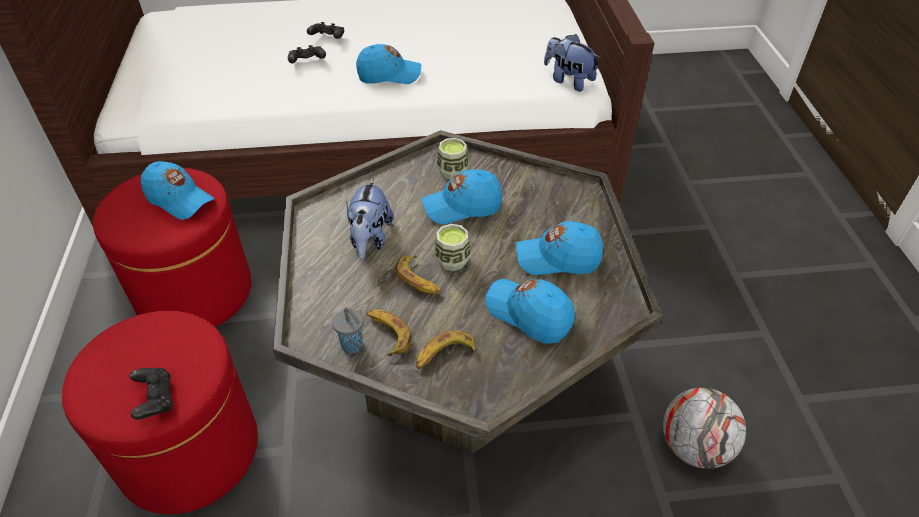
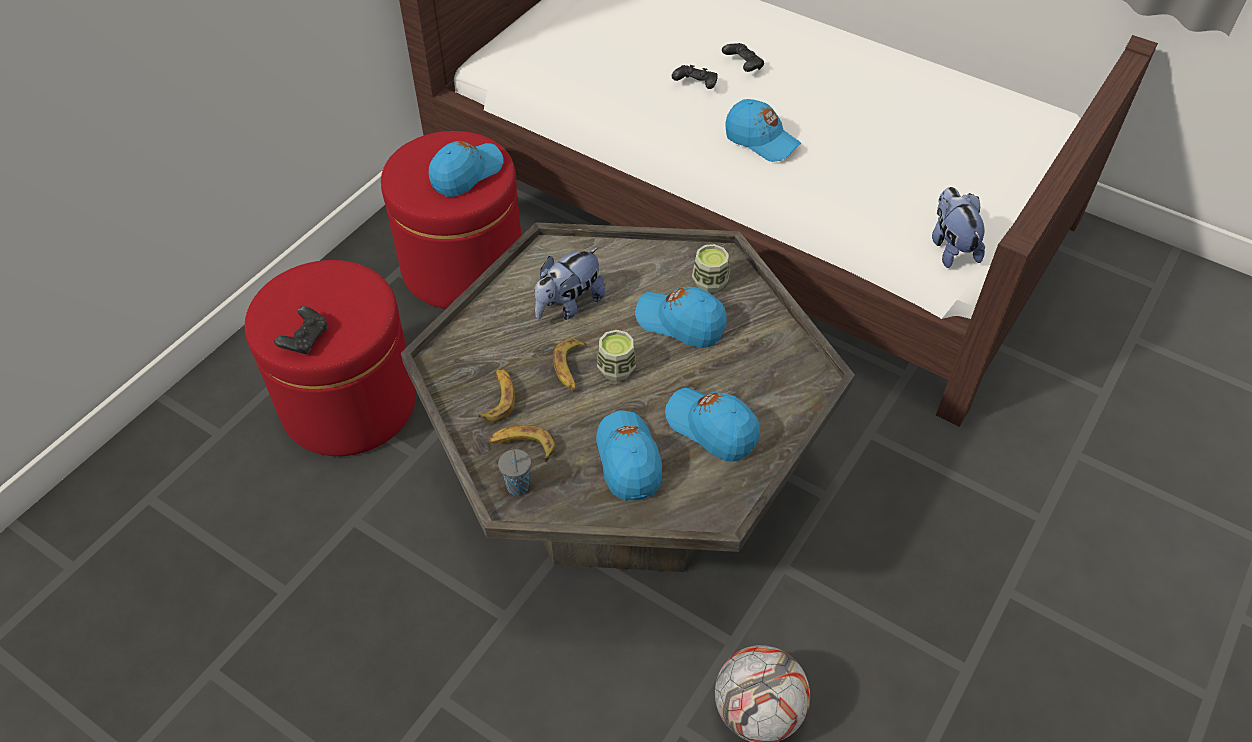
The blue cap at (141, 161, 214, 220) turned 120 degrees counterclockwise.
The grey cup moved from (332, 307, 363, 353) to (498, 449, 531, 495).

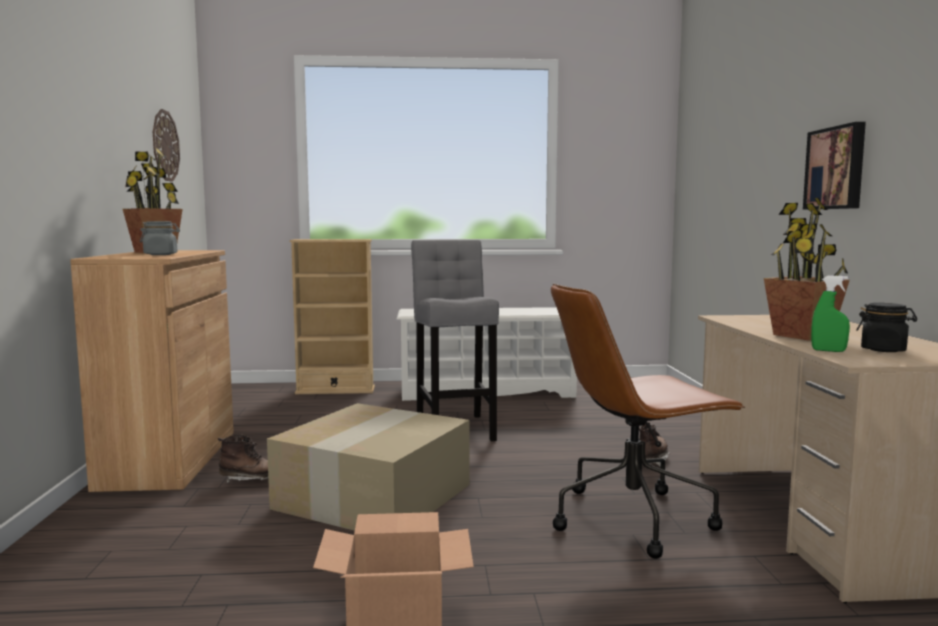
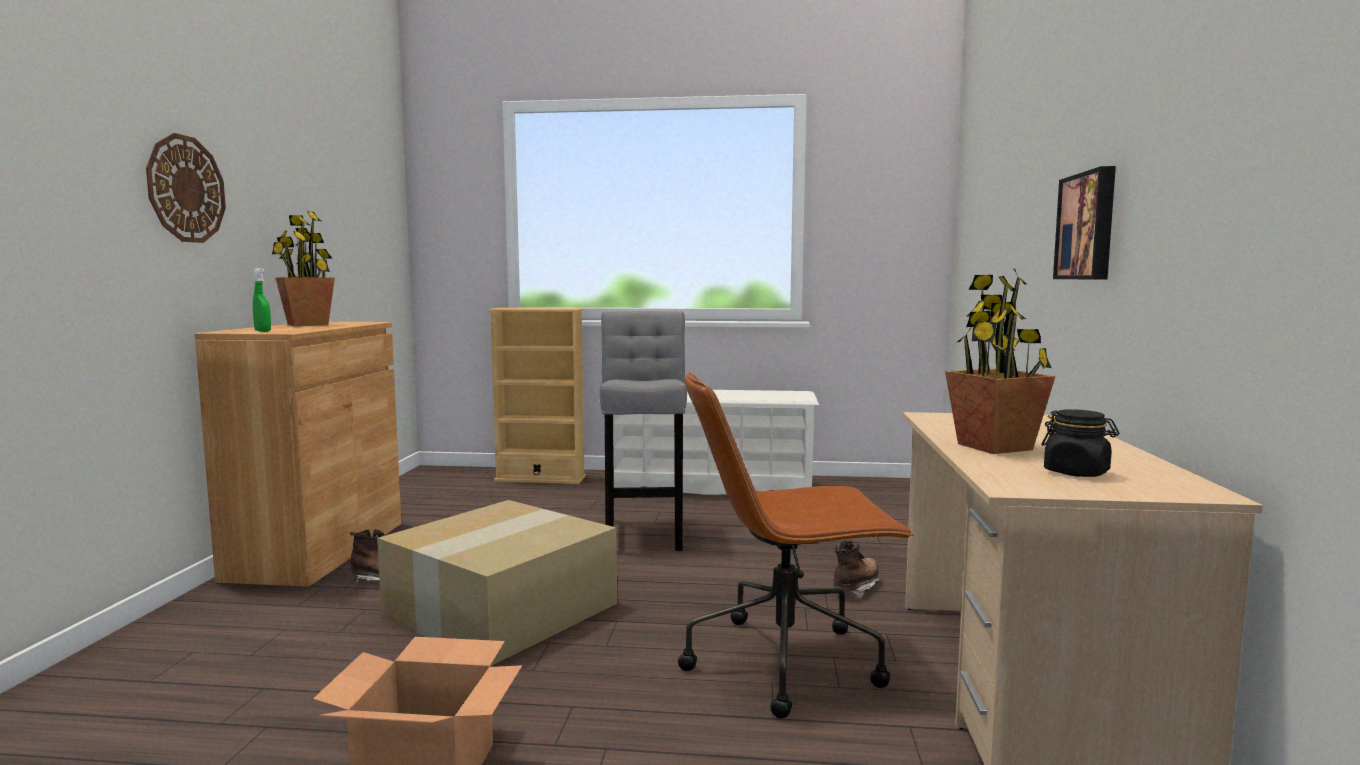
The grey jar at (140, 221, 180, 255) disappeared.
The wall clock moved from (153, 109, 180, 182) to (146, 133, 226, 243).
The green spray bottle moved from (811, 276, 850, 352) to (253, 268, 271, 332).

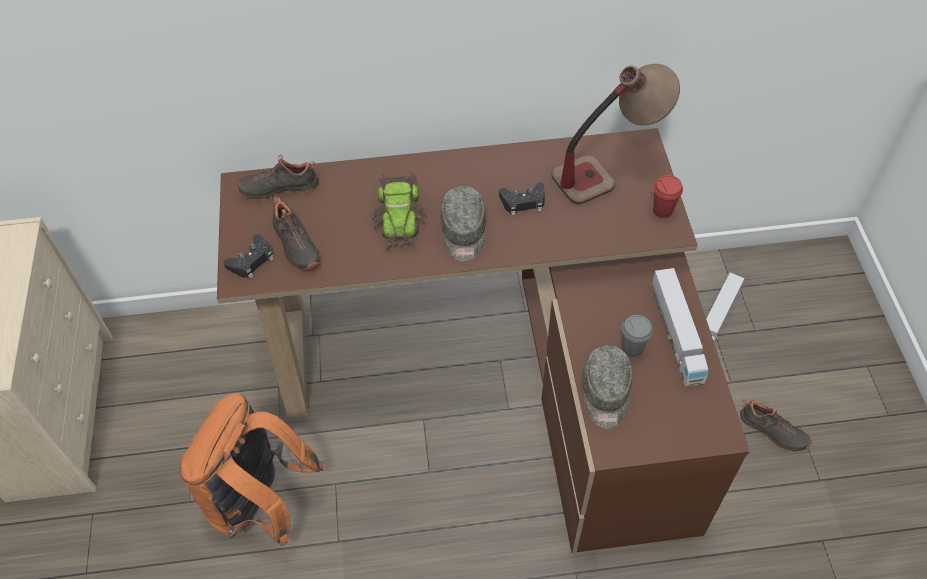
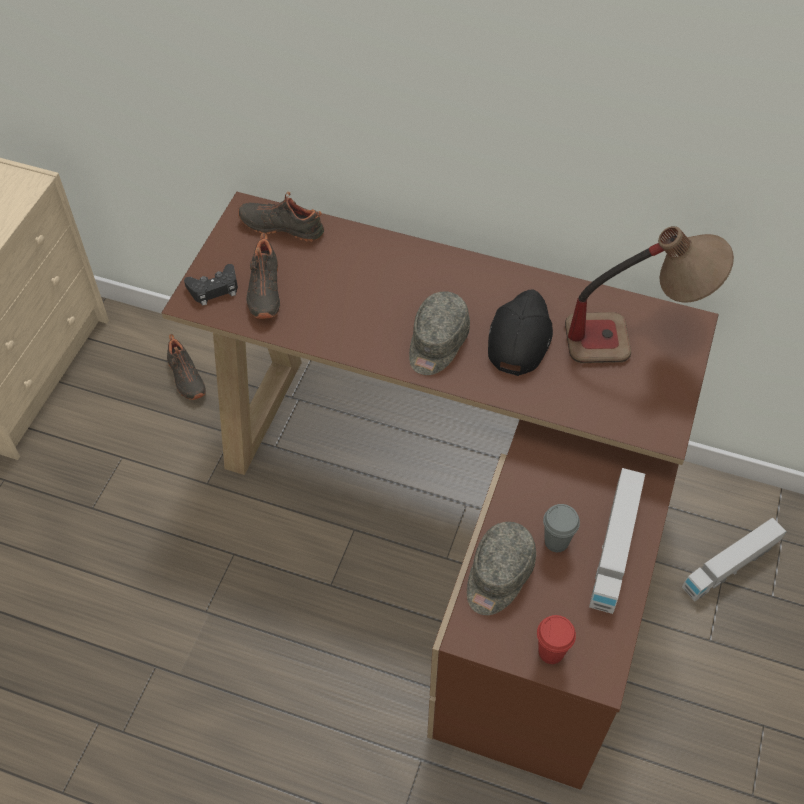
The orange backpack at (180, 393, 324, 546) disappeared.
The toy car at (372, 172, 426, 251) disappeared.
The black game controller at (499, 182, 545, 215) was replaced by the black cap at (488, 290, 553, 376).
The red cup moved from (653, 175, 683, 218) to (537, 615, 576, 664).
The black shoe moved from (740, 398, 812, 451) to (167, 334, 206, 400).

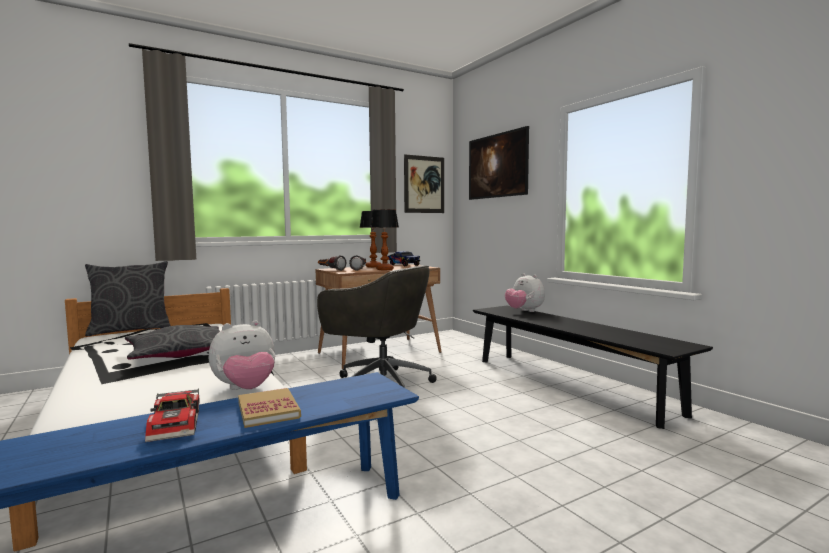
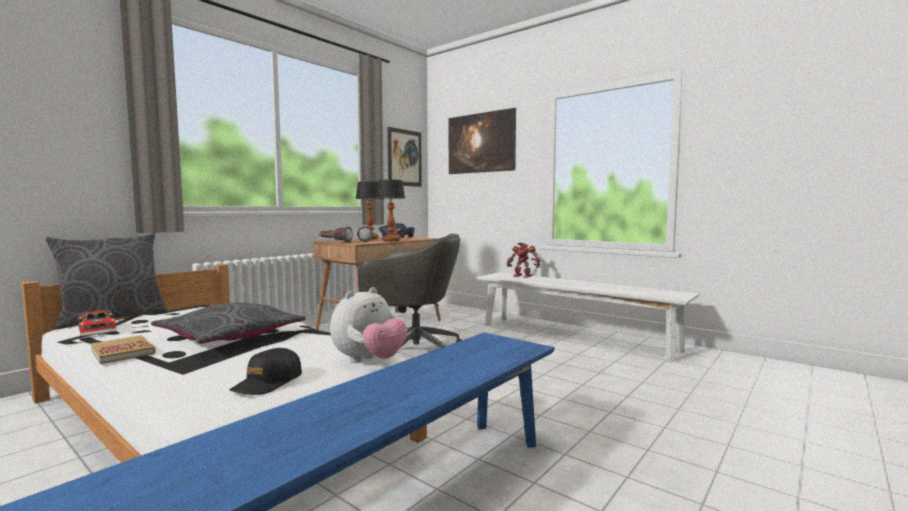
The toy car moved from (145, 388, 200, 442) to (78, 309, 117, 337).
The book moved from (238, 388, 301, 428) to (91, 335, 156, 364).
The black bench at (473, 306, 713, 429) became the white bench at (476, 272, 700, 362).
The plush toy at (505, 274, 545, 312) was replaced by the toy robot at (507, 242, 541, 278).
The black cap at (230, 348, 302, 395) appeared.

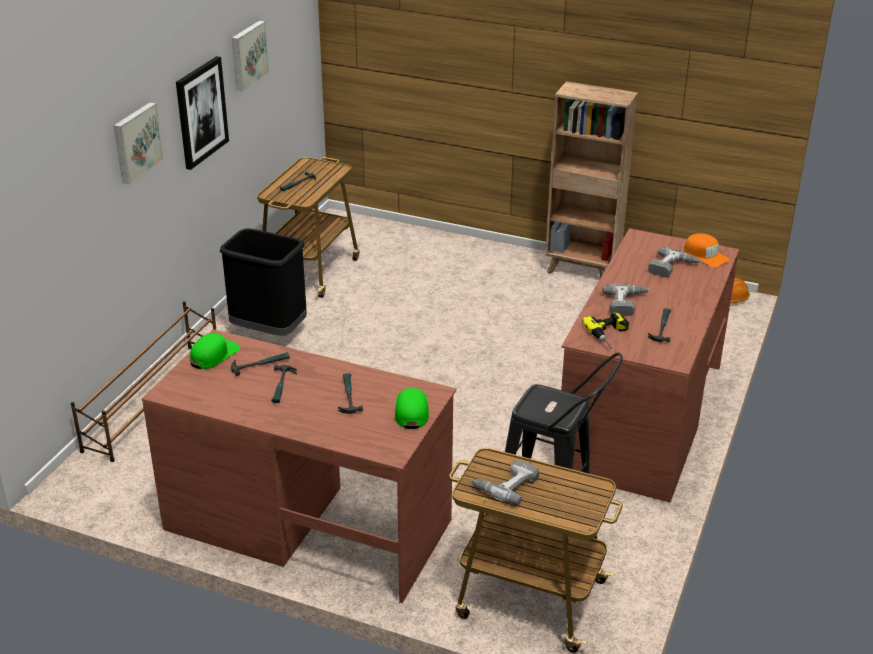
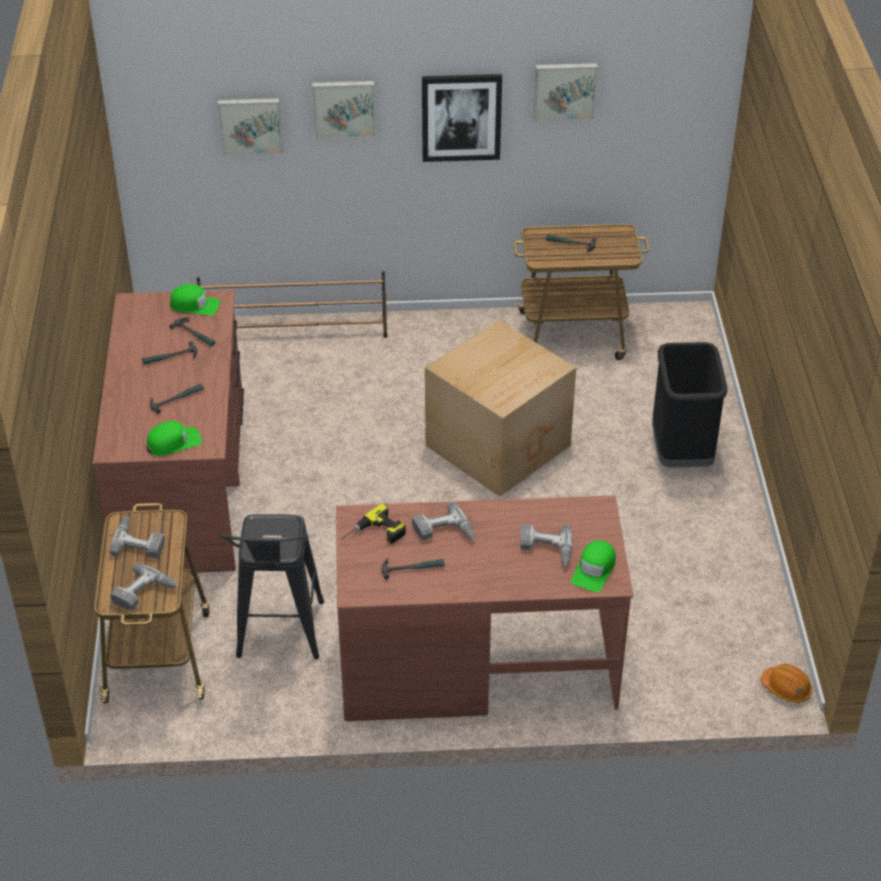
The black trash can moved from (220, 229, 307, 336) to (652, 342, 727, 467).
The brown bookcase at (545, 81, 638, 278) disappeared.
The orange cap at (684, 234, 730, 267) became the green cap at (571, 540, 616, 592).
The power drill at (110, 563, 178, 610) appeared.
The picture at (218, 98, 283, 156) appeared.
The cardboard box at (425, 320, 576, 497) appeared.

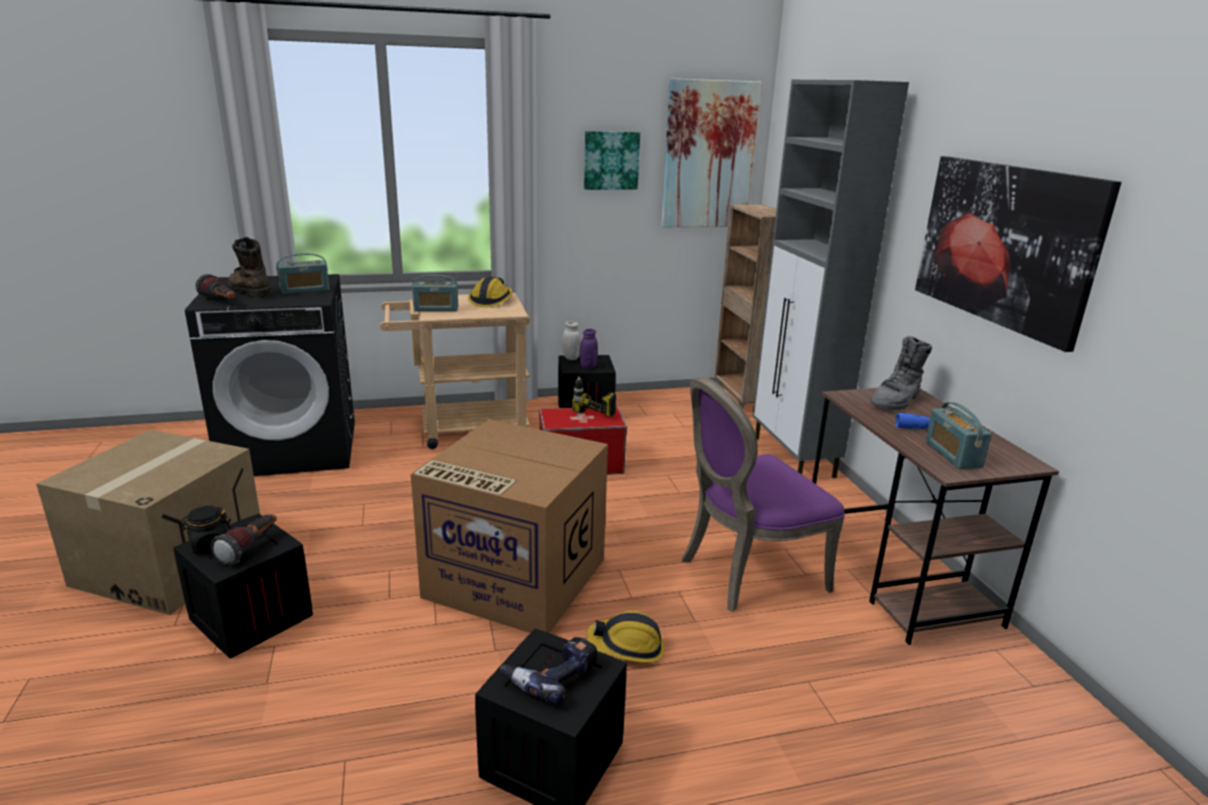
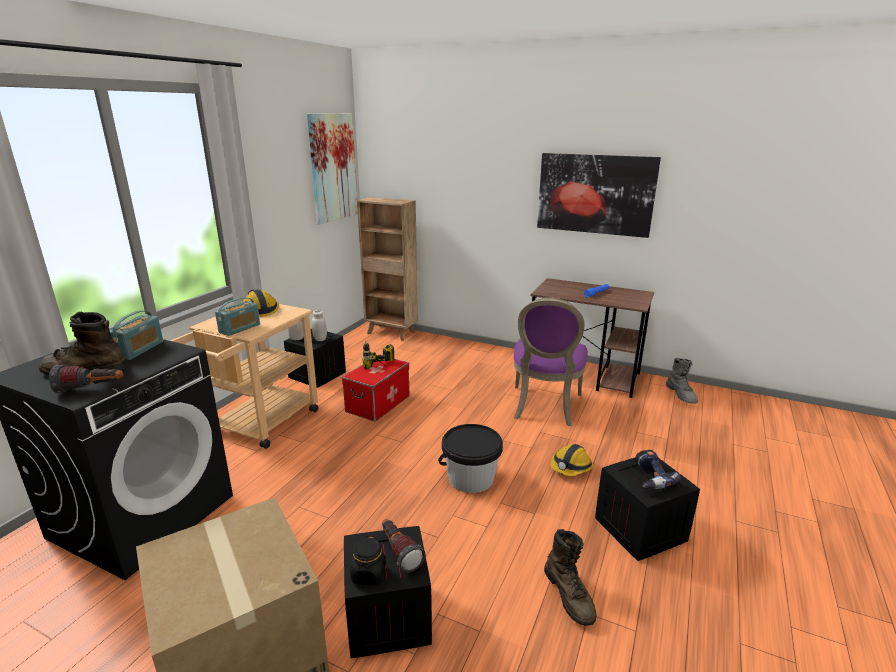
The cardboard box at (411, 419, 608, 633) was replaced by the black bucket at (438, 424, 503, 493).
The purple jar at (580, 329, 598, 369) became the white jar at (312, 310, 327, 341).
The picture at (584, 131, 640, 190) disappeared.
The grey cabinet at (753, 80, 909, 478) disappeared.
The grey boot moved from (870, 336, 932, 410) to (666, 358, 698, 404).
The radio at (925, 402, 992, 469) disappeared.
The brown boot at (544, 529, 597, 626) appeared.

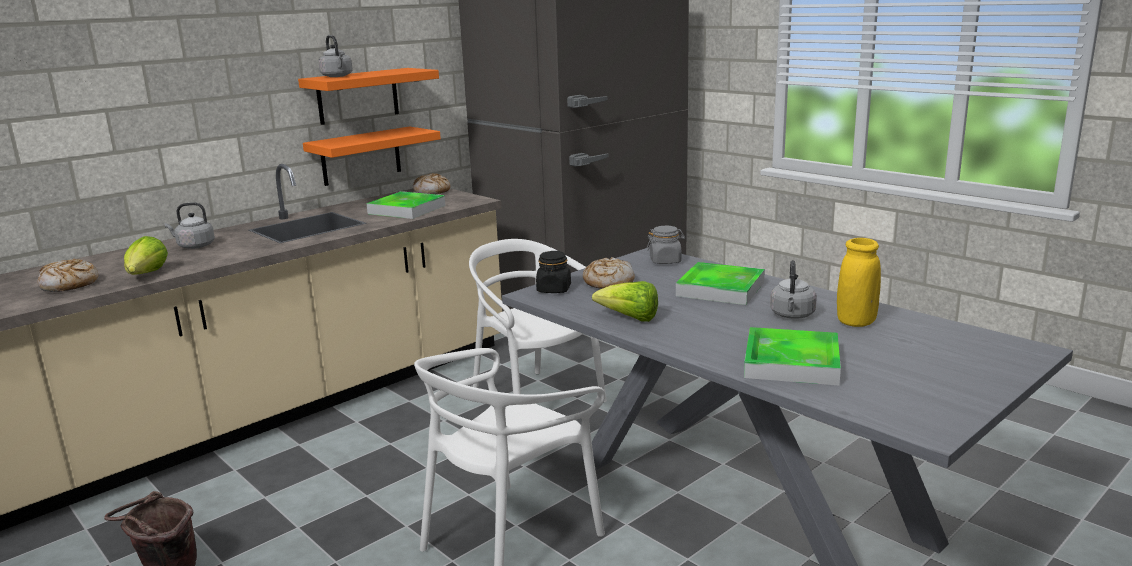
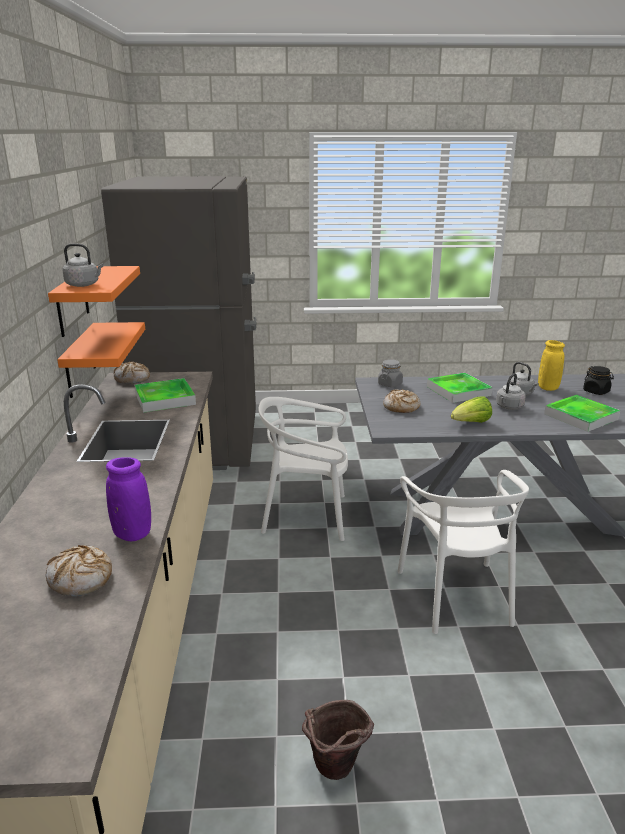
The lettuce at (124, 236, 168, 275) was replaced by the purple vase at (106, 457, 151, 541).
The grey kettle moved from (165, 202, 215, 249) to (496, 373, 526, 410).
The black jar moved from (536, 251, 571, 293) to (583, 366, 614, 395).

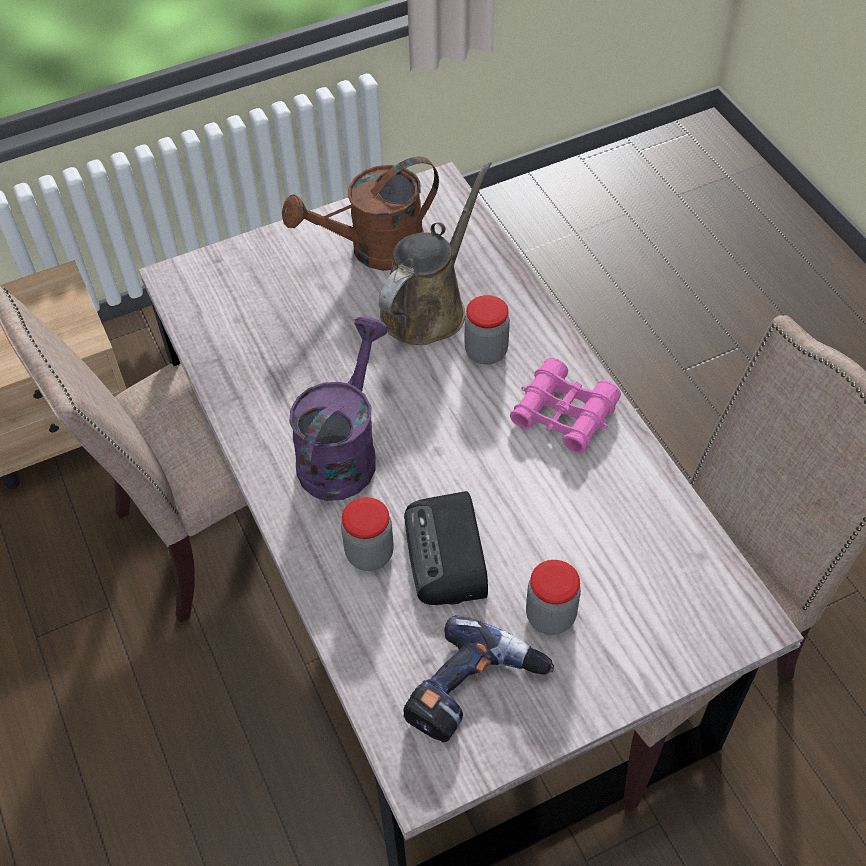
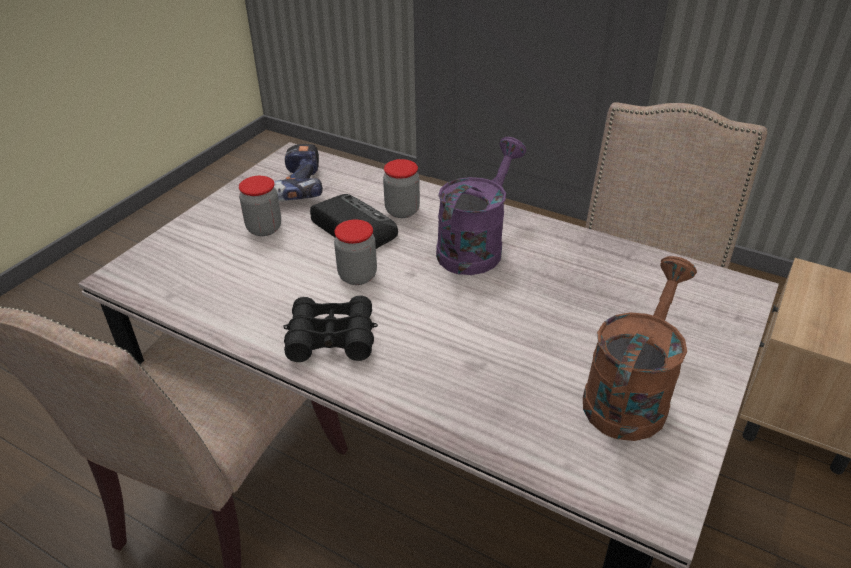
The purple watering can at (289, 316, 388, 501) turned 135 degrees counterclockwise.
The brown watering can at (379, 161, 492, 345) disappeared.
The jar moved from (465, 295, 510, 365) to (334, 220, 377, 285).
The pink binoculars at (510, 358, 621, 454) became the black binoculars at (283, 296, 378, 362).

